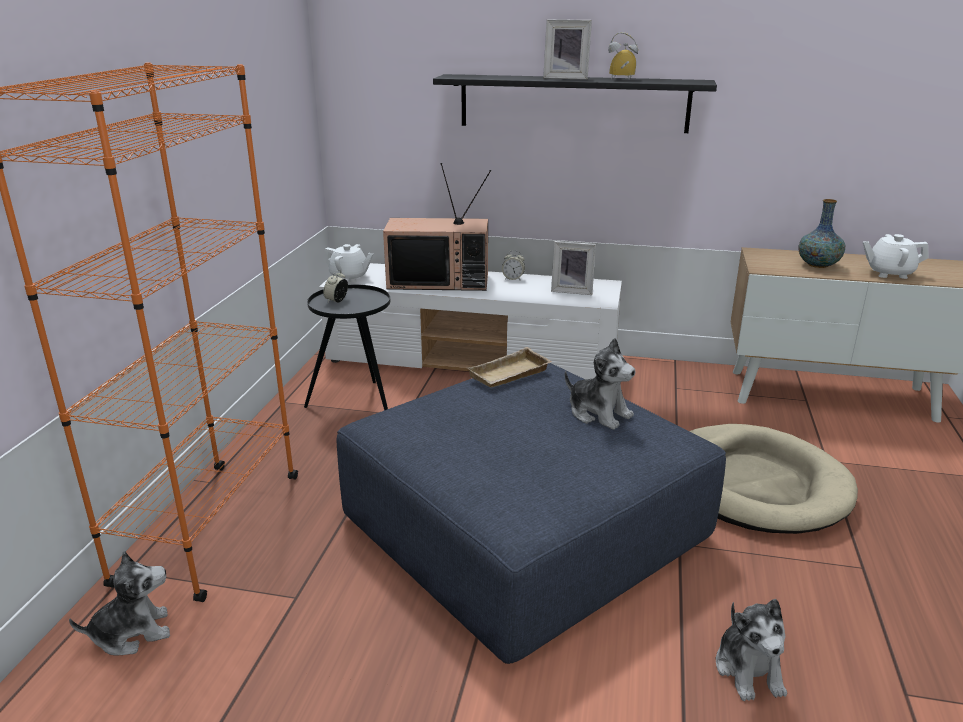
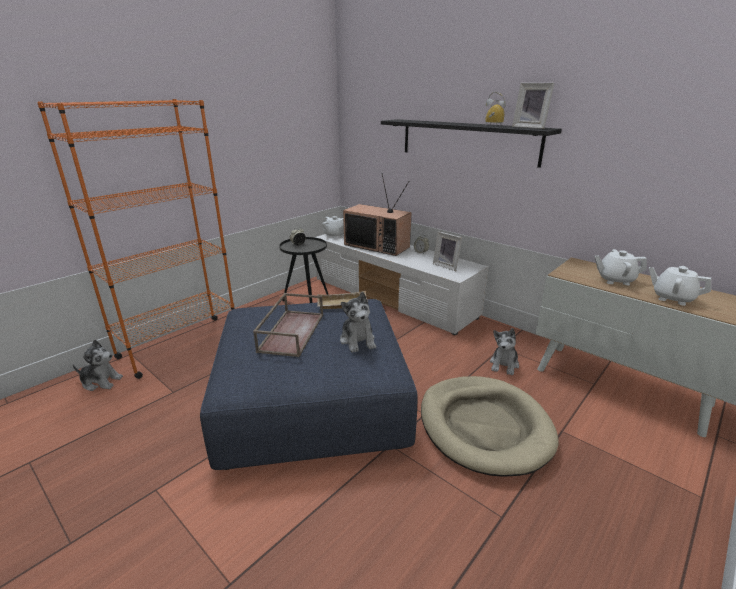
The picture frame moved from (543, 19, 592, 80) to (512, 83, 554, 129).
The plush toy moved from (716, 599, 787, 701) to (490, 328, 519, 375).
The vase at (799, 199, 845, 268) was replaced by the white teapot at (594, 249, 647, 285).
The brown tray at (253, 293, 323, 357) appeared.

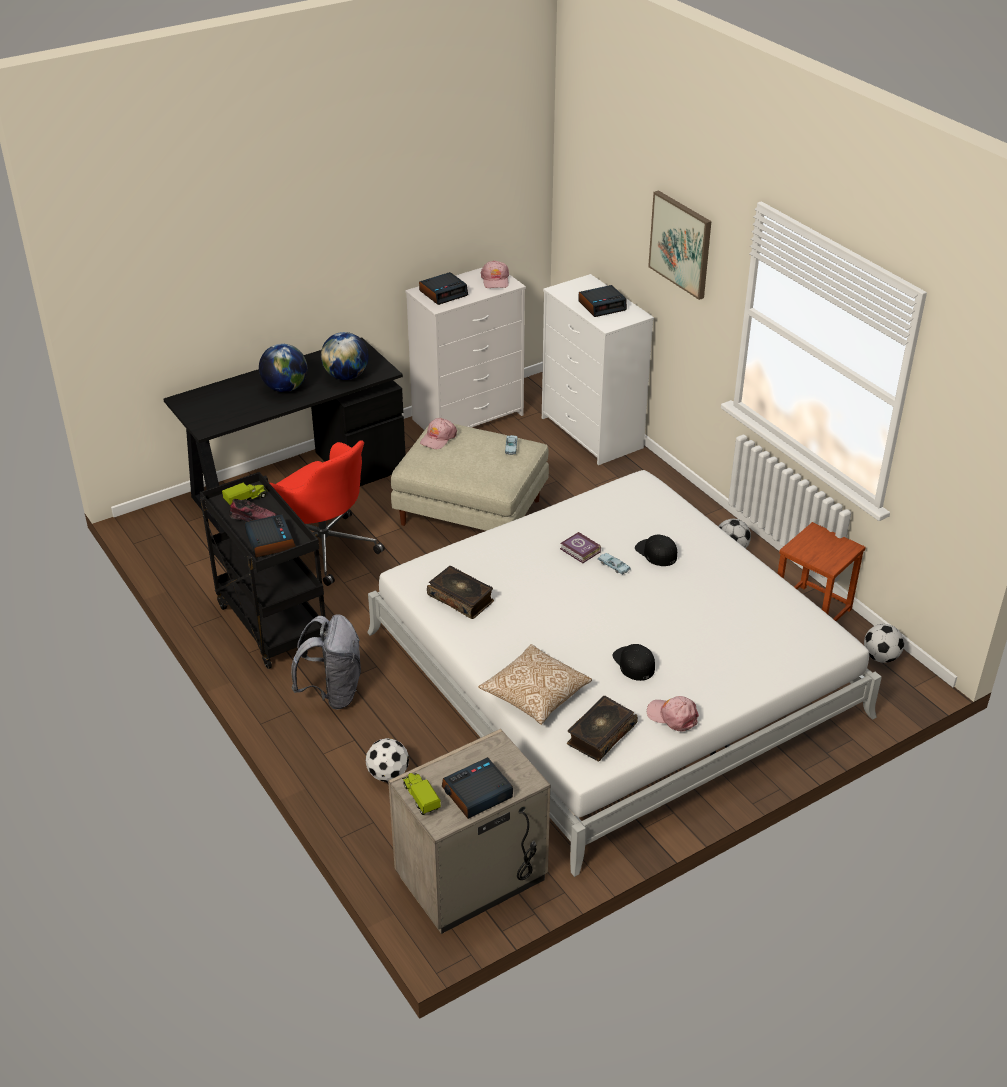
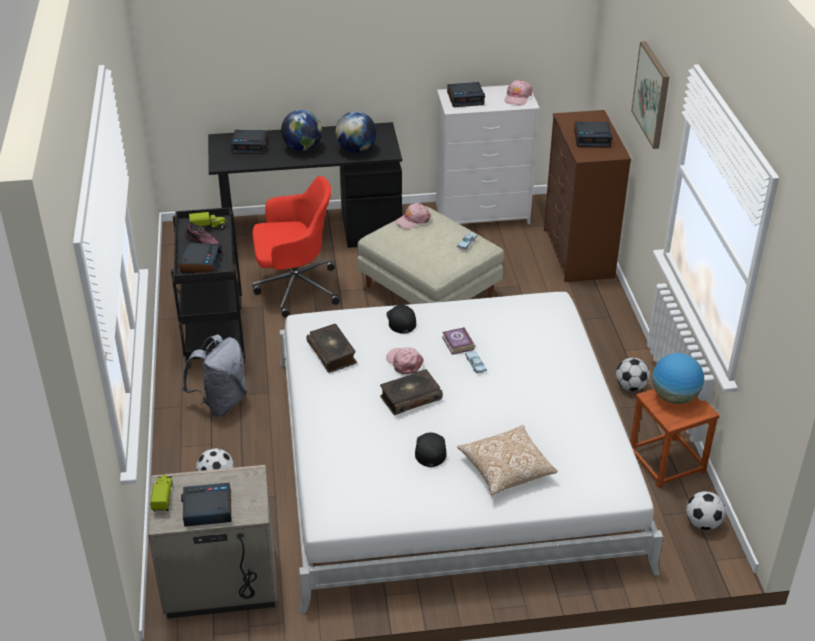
The red office chair at (270, 440, 385, 586) turned 75 degrees counterclockwise.
The pillow moved from (478, 644, 592, 725) to (457, 425, 557, 495).
The white dresser at (542, 274, 654, 465) became the brown dresser at (544, 110, 631, 282).
The book moved from (567, 696, 638, 761) to (380, 369, 443, 415).
The black cap moved from (635, 534, 677, 566) to (386, 305, 416, 334).
The pink cap moved from (647, 696, 699, 731) to (386, 347, 424, 375).
The alarm clock at (231, 130, 267, 154) appeared.
The globe at (652, 353, 704, 404) appeared.

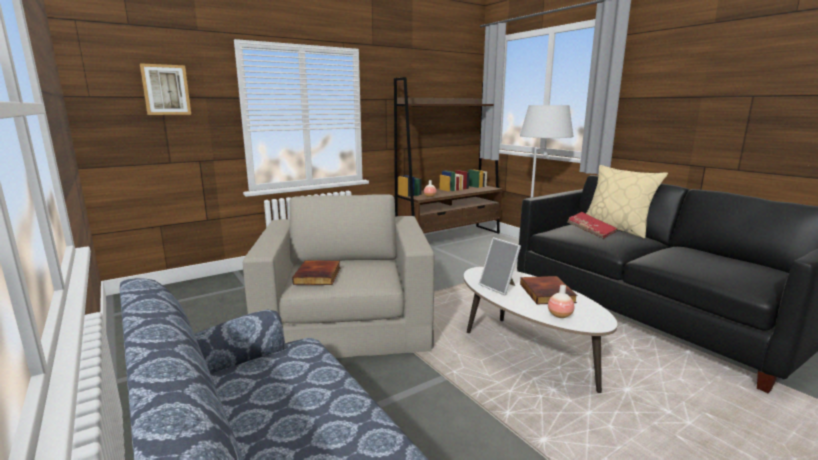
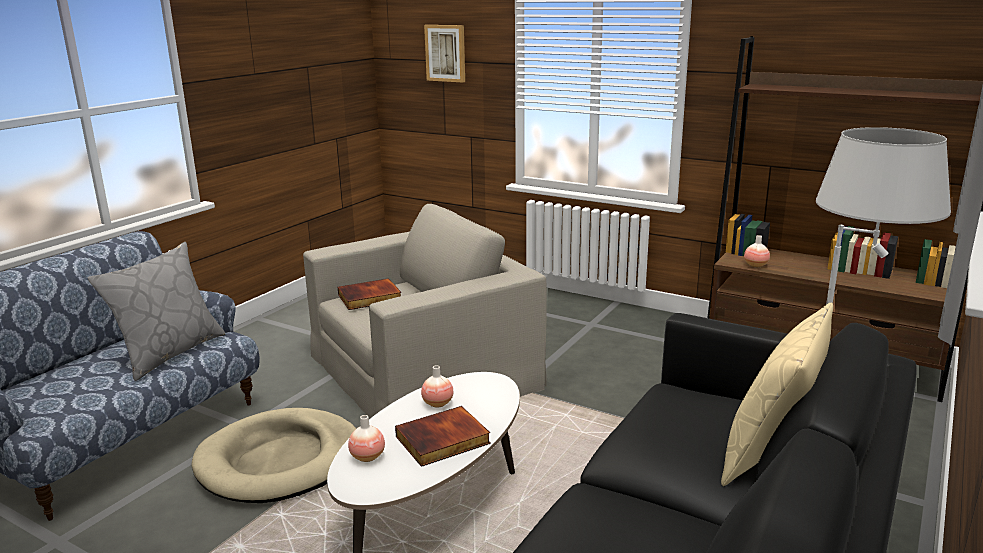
The picture frame at (479, 237, 521, 296) was replaced by the vase at (421, 365, 453, 408).
The red book at (567, 212, 618, 239) disappeared.
The grey pillow at (88, 242, 225, 381) appeared.
The beige dog bed at (191, 408, 357, 503) appeared.

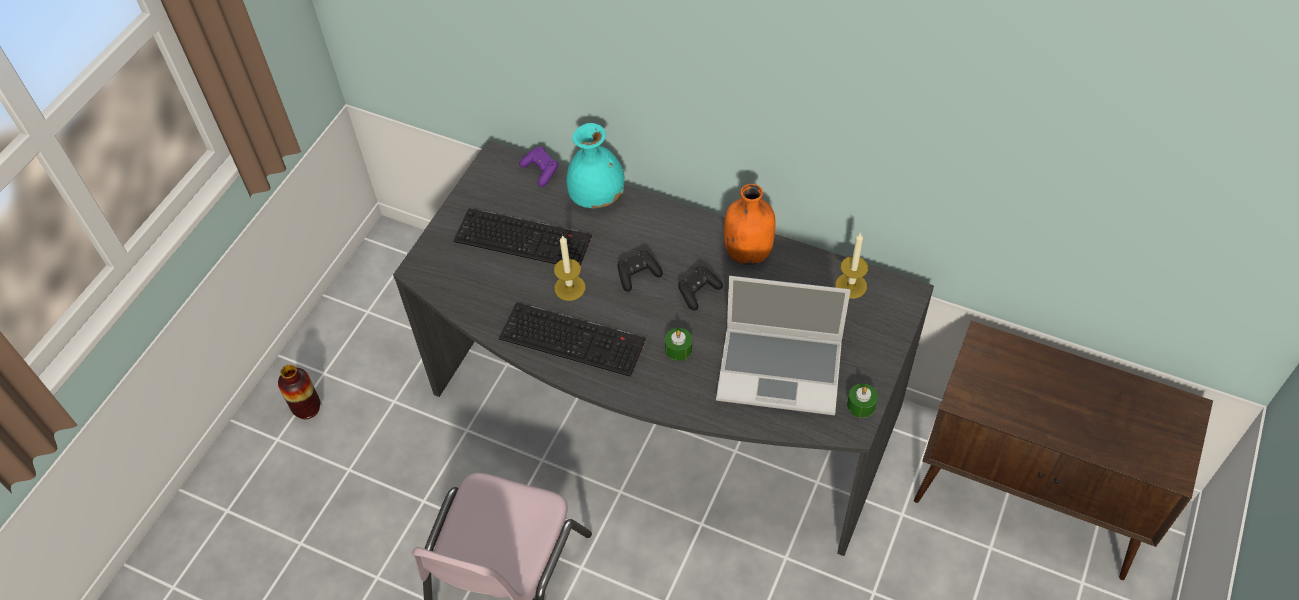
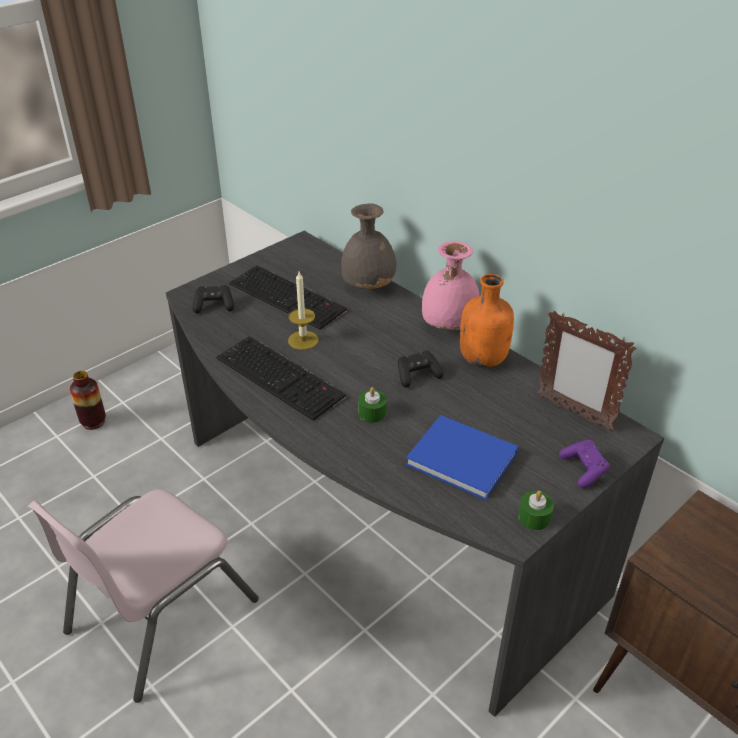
The purple game controller moved from (519, 147, 559, 187) to (559, 440, 610, 488).
The turquoise vase at (566, 123, 625, 208) became the grey vase at (341, 203, 396, 289).
The black game controller moved from (618, 251, 663, 292) to (192, 285, 234, 313).
The laptop at (716, 276, 851, 415) was replaced by the blue book at (406, 415, 518, 500).
The candle at (835, 232, 868, 299) was replaced by the picture frame at (537, 311, 636, 431).
The pink vase at (422, 241, 479, 330) appeared.

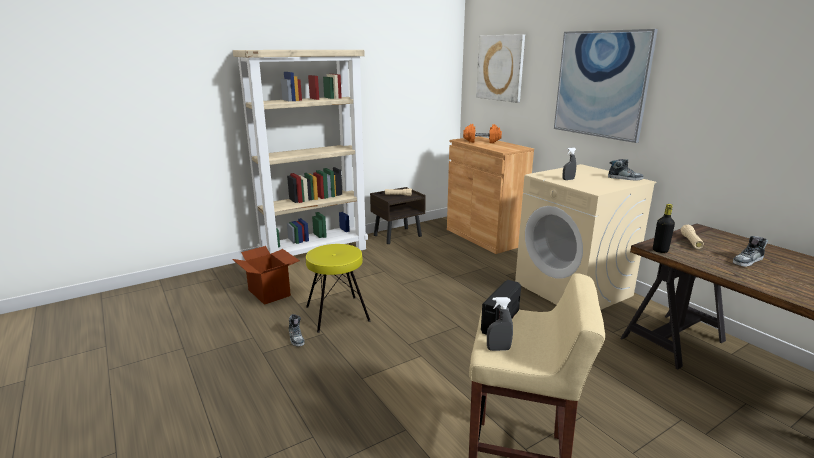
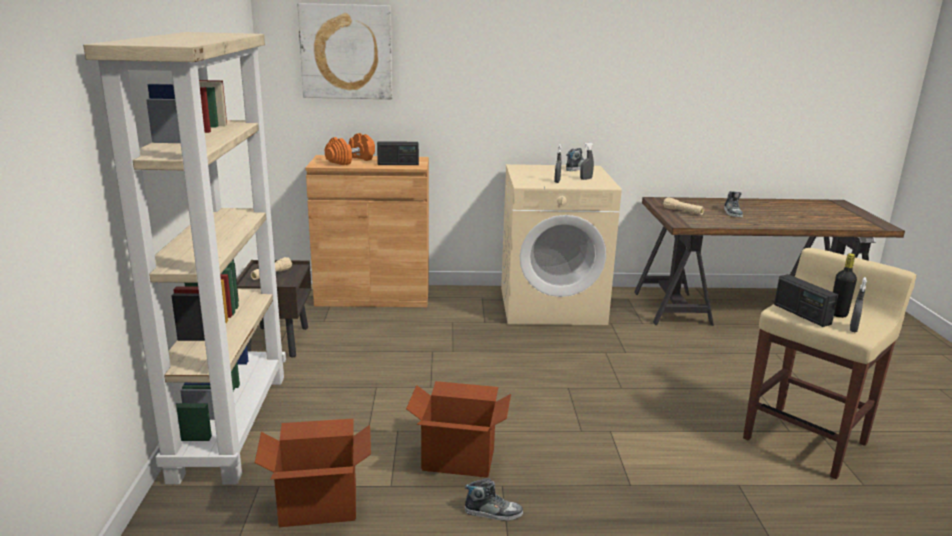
The yellow stool at (306, 244, 370, 333) was replaced by the cardboard box at (406, 381, 511, 478).
The picture at (554, 29, 658, 143) disappeared.
The black bottle moved from (653, 204, 675, 253) to (833, 253, 857, 318).
The radio at (377, 142, 419, 165) appeared.
The grey spray bottle at (580, 142, 594, 180) appeared.

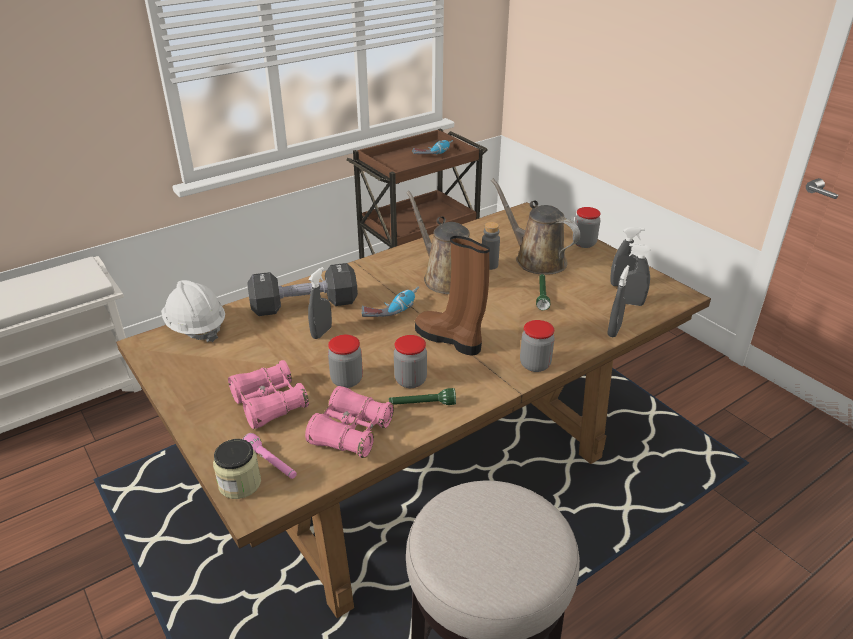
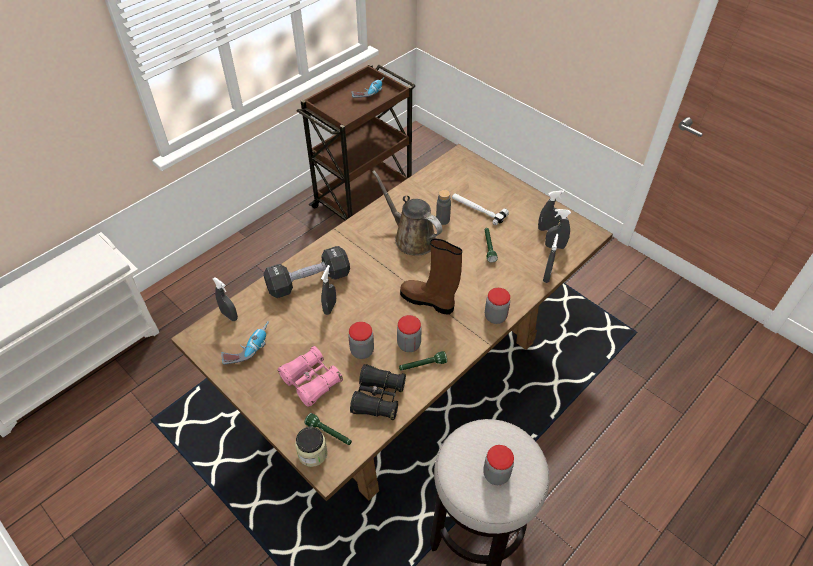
The white hard hat at (161, 280, 225, 342) was replaced by the grey spray bottle at (213, 277, 238, 321).
The pink flashlight at (243, 433, 297, 479) became the green flashlight at (304, 413, 352, 445).
The pink binoculars at (305, 386, 394, 458) became the black binoculars at (350, 364, 406, 420).
The power drill moved from (362, 286, 419, 317) to (221, 321, 269, 365).
The brown watering can at (491, 179, 580, 275) was replaced by the hammer at (452, 194, 509, 225).
The jar moved from (573, 207, 601, 248) to (483, 445, 514, 485).

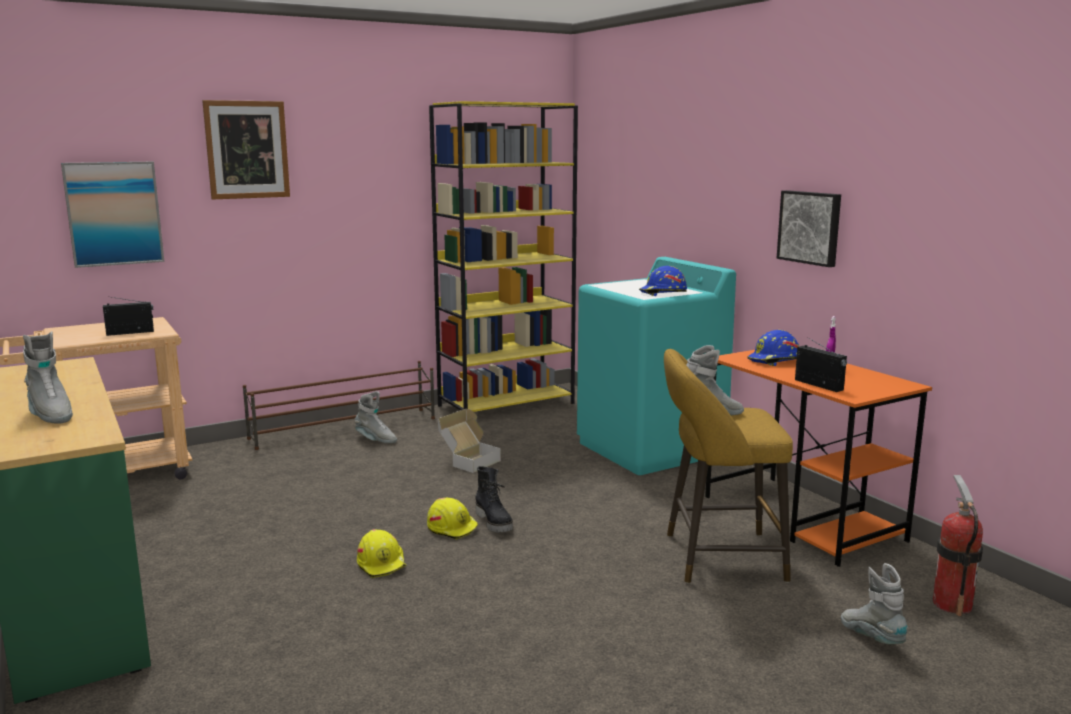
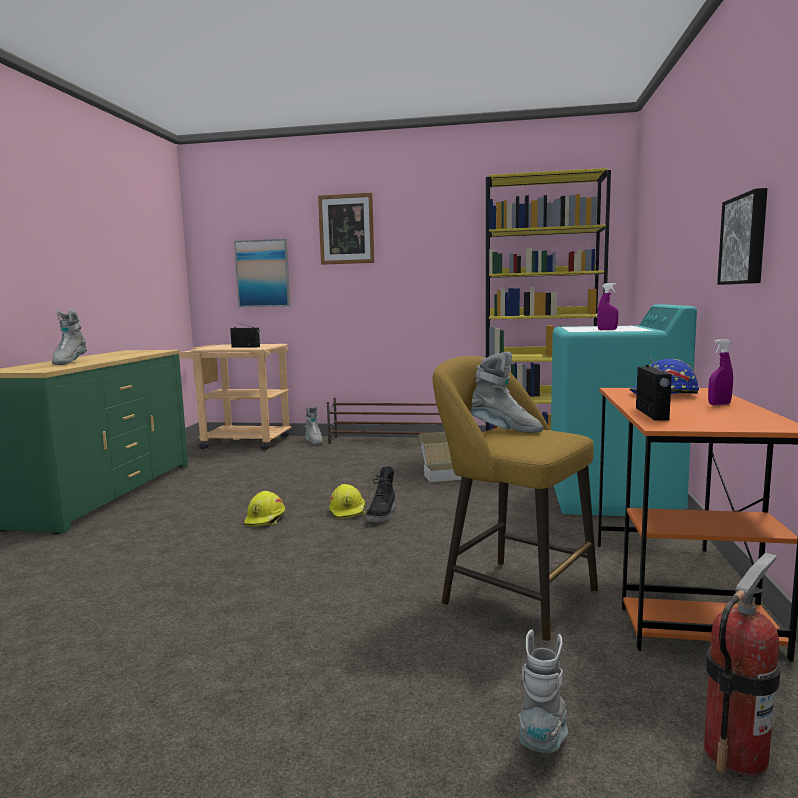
The grey boot moved from (355, 391, 397, 443) to (305, 406, 323, 445).
The blue hard hat at (639, 266, 687, 296) was replaced by the purple spray bottle at (597, 283, 619, 330).

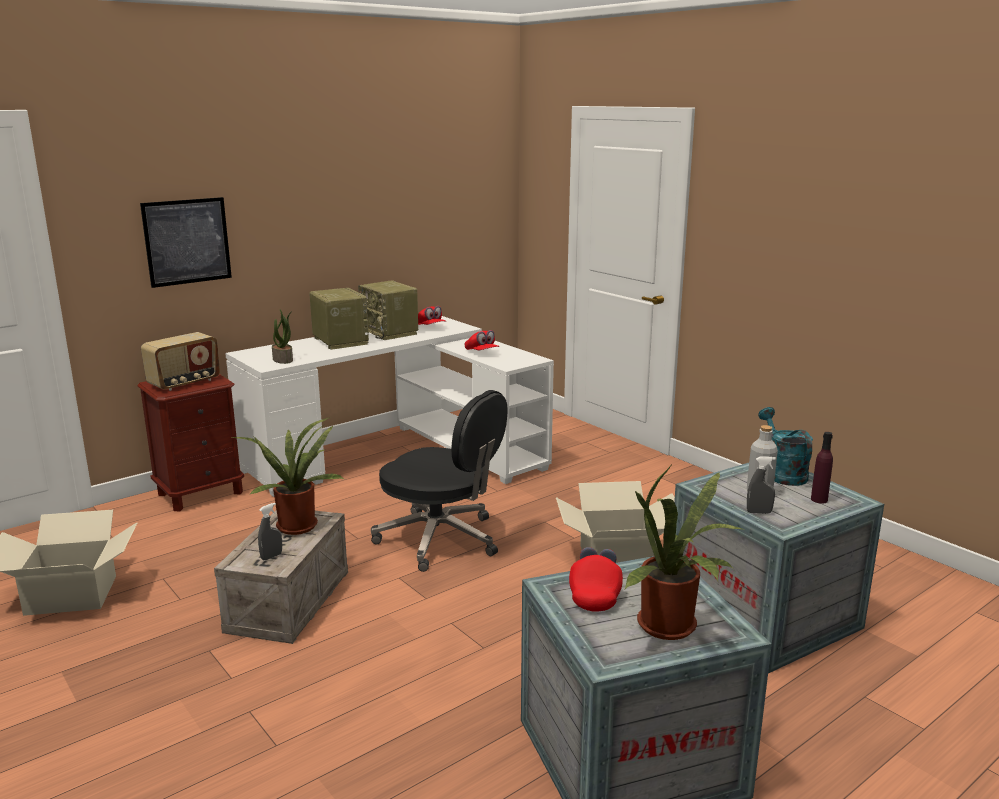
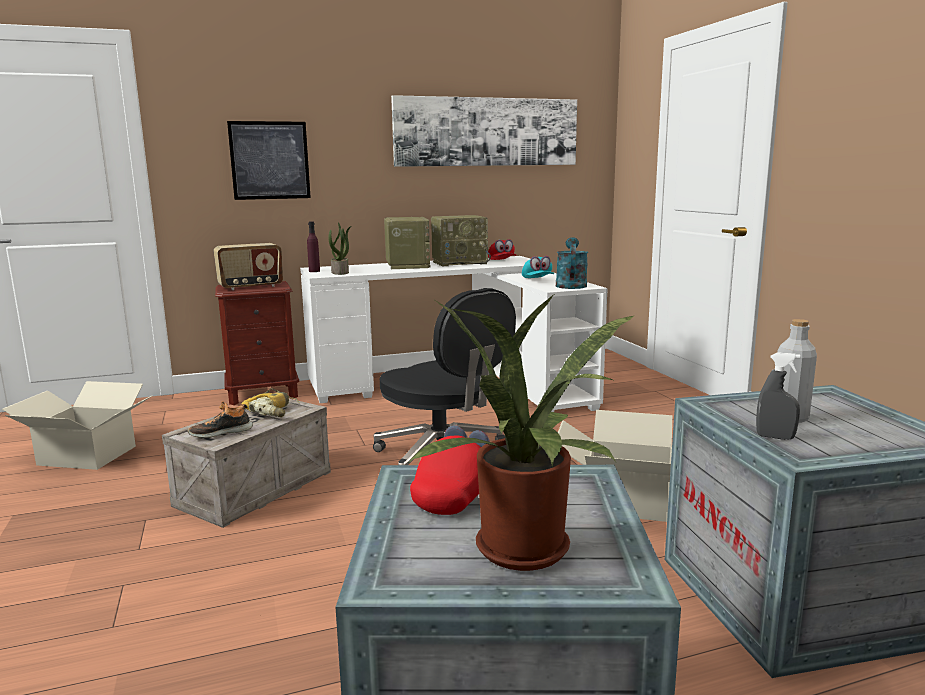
The potted plant at (232, 418, 345, 535) was replaced by the power drill at (242, 388, 300, 417).
The grey spray bottle at (258, 503, 282, 560) was replaced by the shoe at (188, 401, 253, 438).
The radio at (358, 280, 418, 340) turned 90 degrees counterclockwise.
The red cap at (465, 330, 500, 350) became the turquoise cap at (522, 256, 554, 278).
The turquoise watering can moved from (758, 407, 813, 486) to (556, 237, 588, 289).
The purple bottle moved from (811, 432, 833, 504) to (307, 221, 320, 272).
The picture at (391, 95, 577, 167) appeared.

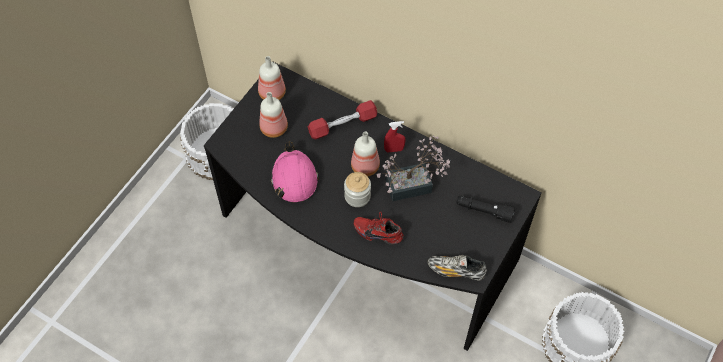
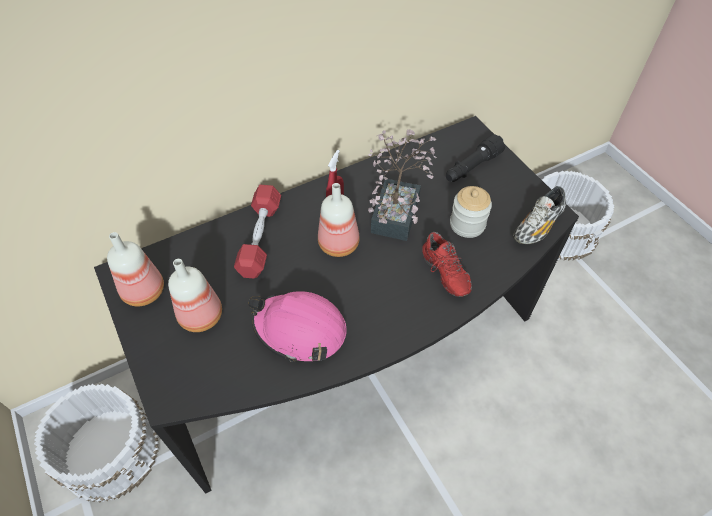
The jar moved from (344, 172, 371, 207) to (450, 186, 492, 238).
The red shoe at (354, 212, 404, 245) turned 75 degrees counterclockwise.

